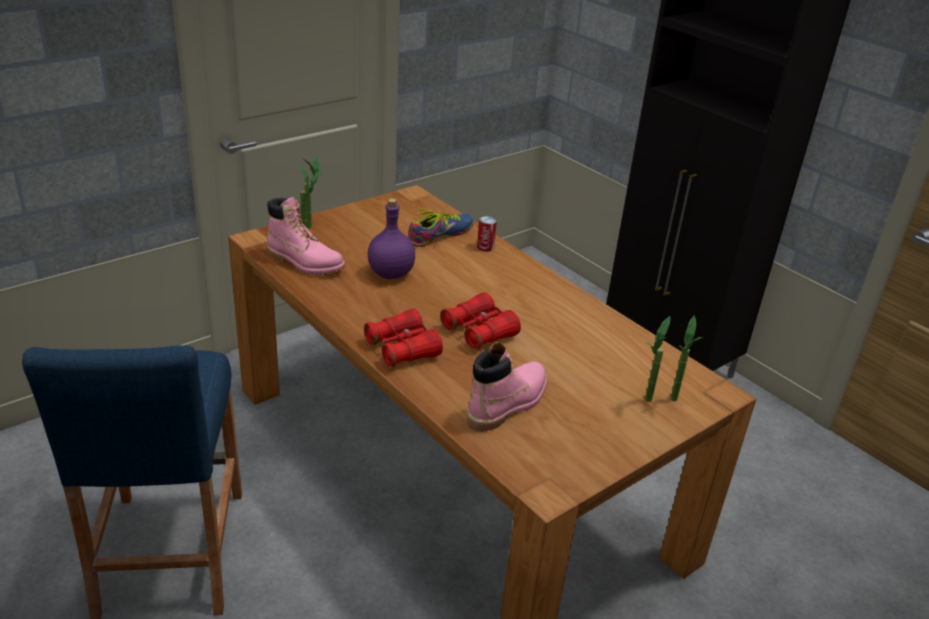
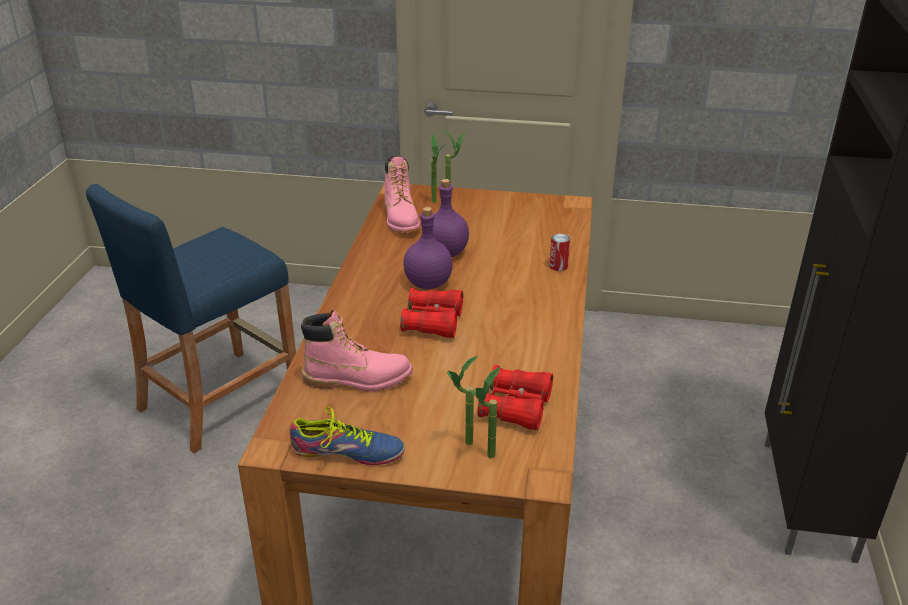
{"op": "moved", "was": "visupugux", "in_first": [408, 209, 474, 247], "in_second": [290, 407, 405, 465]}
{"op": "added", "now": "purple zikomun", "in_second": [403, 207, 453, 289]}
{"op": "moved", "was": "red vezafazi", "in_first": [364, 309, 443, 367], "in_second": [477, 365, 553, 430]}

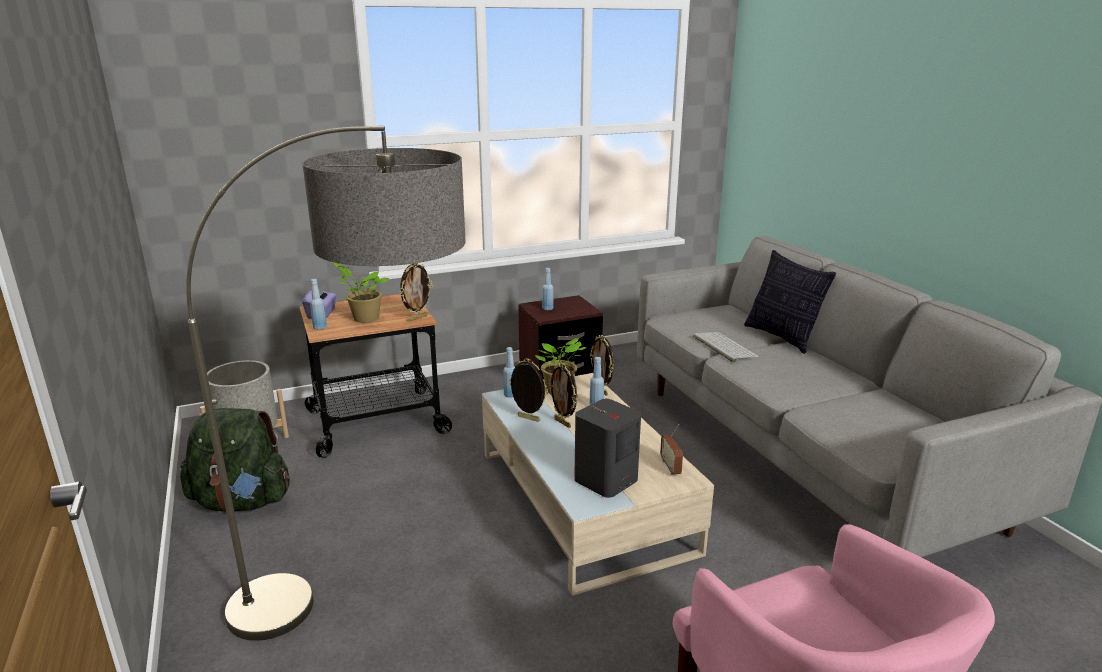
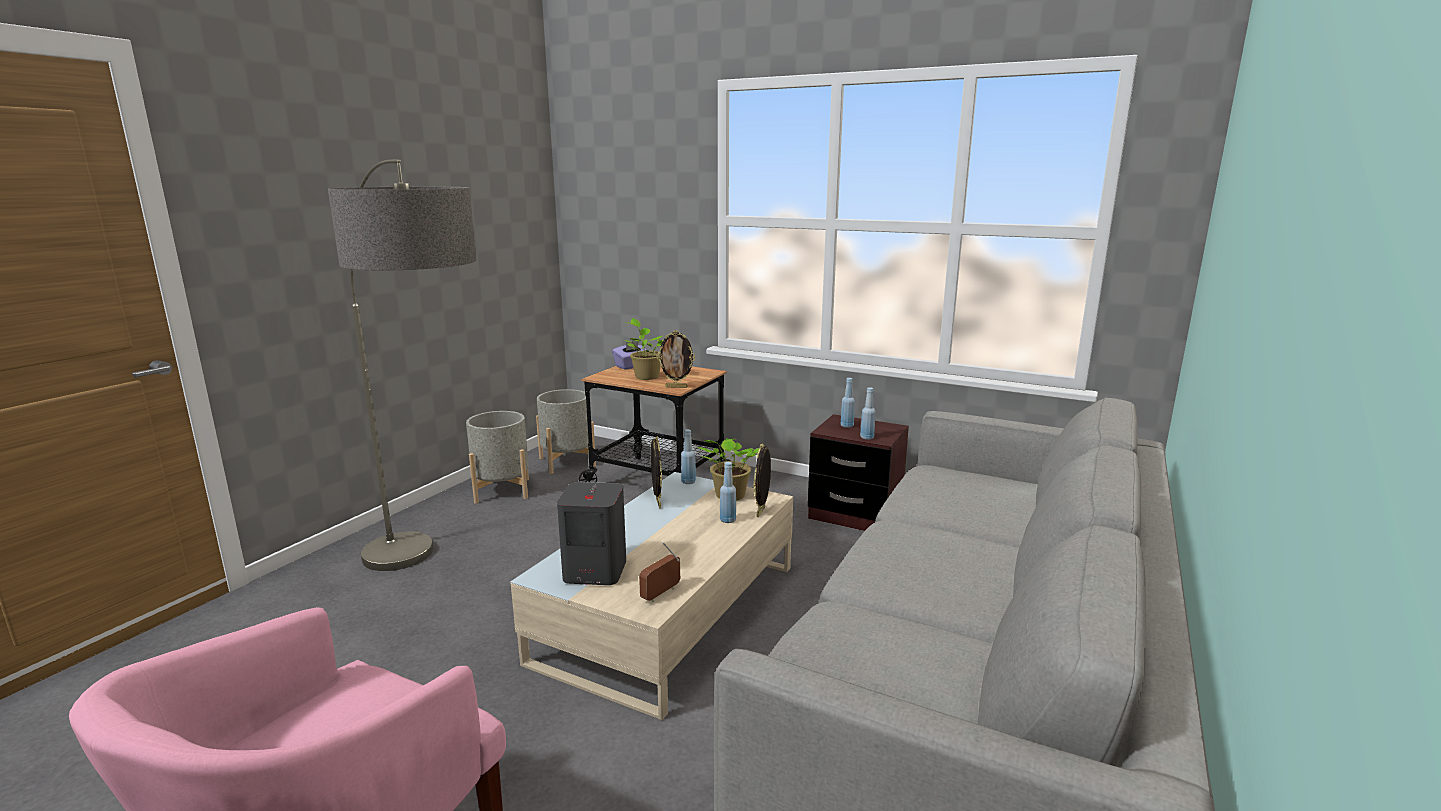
{"op": "replaced", "was": "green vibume", "now": "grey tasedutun", "in_first": [180, 408, 290, 511], "in_second": [466, 411, 529, 504]}
{"op": "moved", "was": "blue zikomun", "in_first": [310, 279, 327, 330], "in_second": [860, 387, 876, 440]}
{"op": "removed", "was": "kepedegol", "in_first": [548, 363, 577, 428]}
{"op": "removed", "was": "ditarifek", "in_first": [693, 332, 759, 362]}
{"op": "removed", "was": "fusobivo", "in_first": [744, 250, 836, 354]}

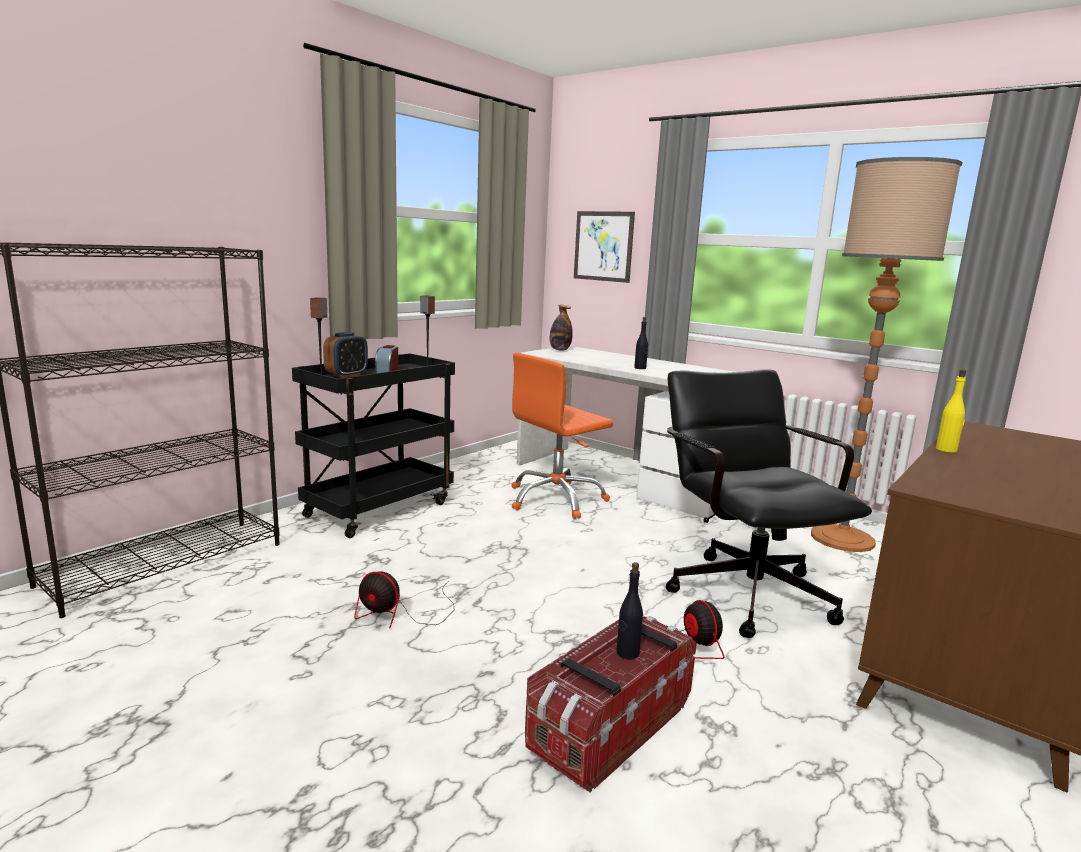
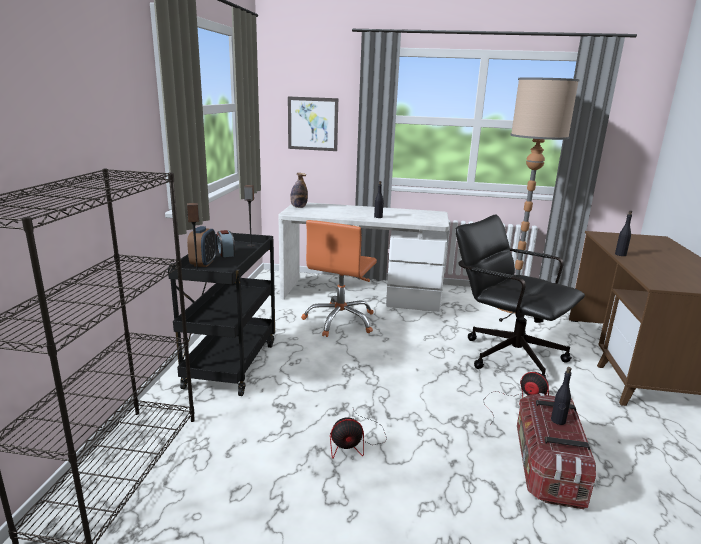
{"op": "recoloured", "was": "yellow zikomun", "now": "black zikomun", "in_first": [936, 370, 966, 453], "in_second": [615, 210, 632, 256]}

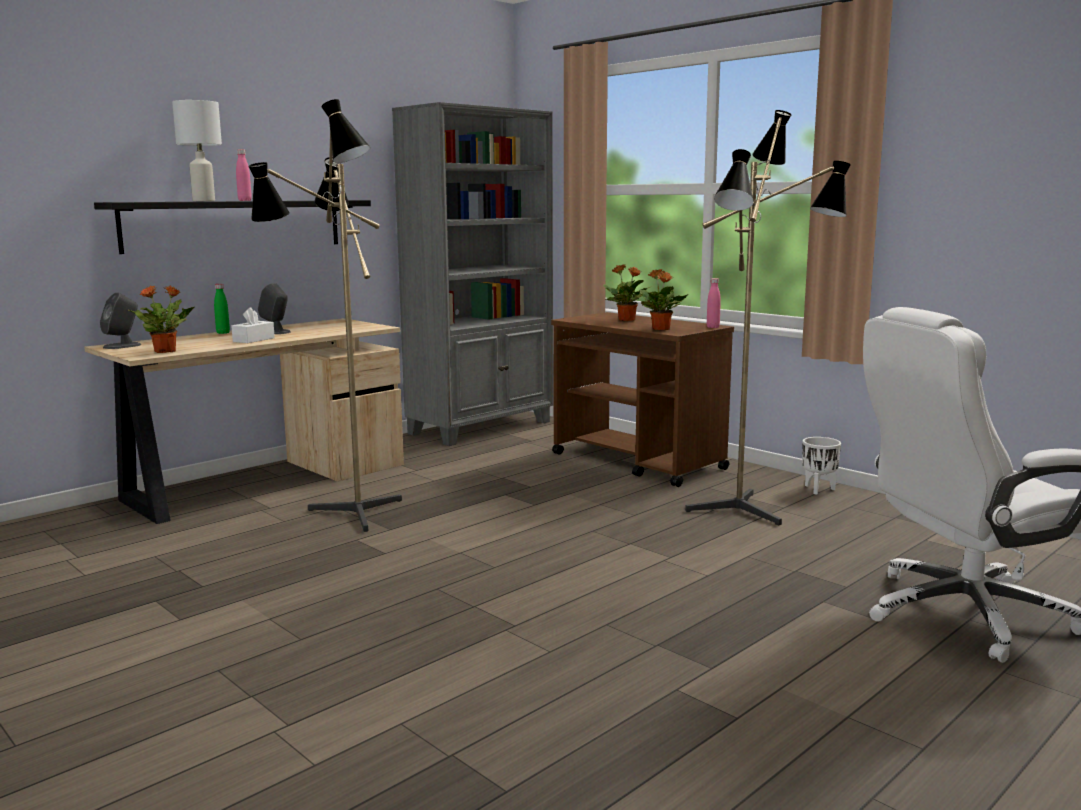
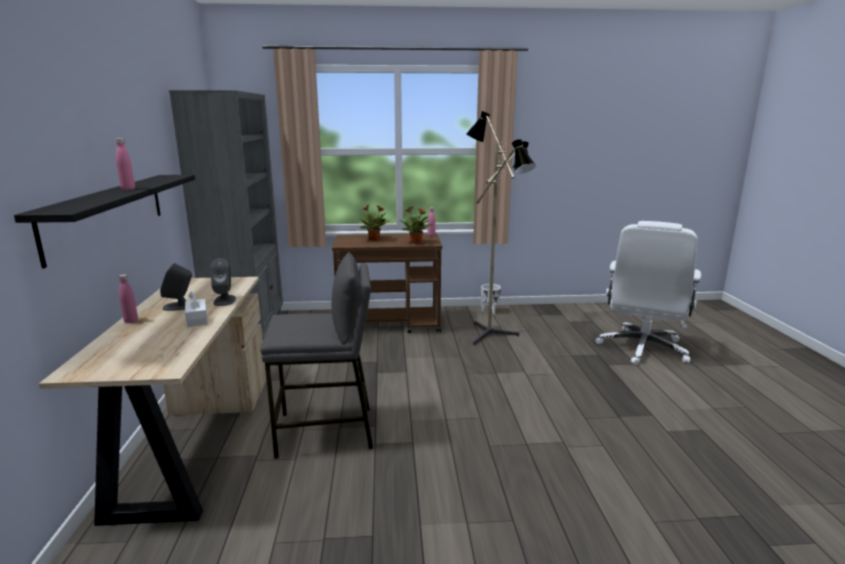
{"op": "recoloured", "was": "green zikomun", "now": "pink zikomun", "in_first": [214, 284, 230, 334], "in_second": [118, 274, 138, 323]}
{"op": "moved", "was": "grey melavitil", "in_first": [100, 292, 141, 349], "in_second": [211, 259, 236, 306]}
{"op": "replaced", "was": "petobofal", "now": "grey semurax", "in_first": [248, 99, 402, 532], "in_second": [260, 252, 373, 459]}
{"op": "removed", "was": "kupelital", "in_first": [128, 285, 195, 353]}
{"op": "removed", "was": "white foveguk", "in_first": [172, 100, 222, 201]}

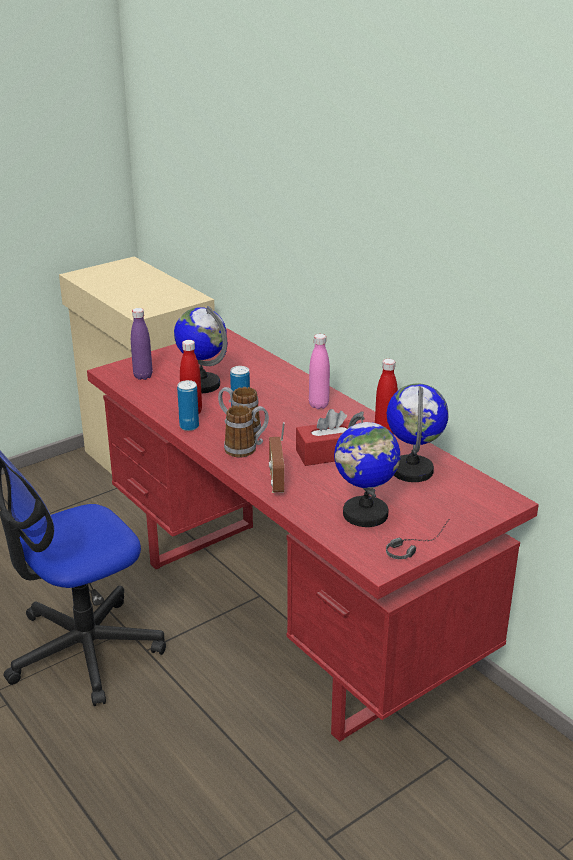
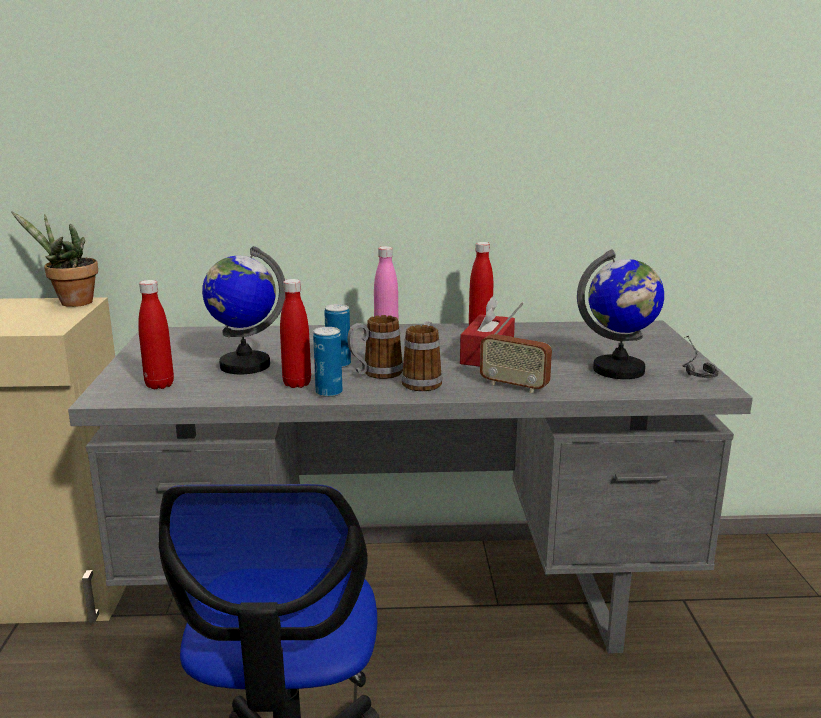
{"op": "added", "now": "kupelital", "in_second": [11, 211, 98, 307]}
{"op": "recoloured", "was": "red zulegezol", "now": "grey zulegezol", "in_first": [87, 328, 539, 742], "in_second": [68, 321, 753, 653]}
{"op": "recoloured", "was": "purple zikomun", "now": "red zikomun", "in_first": [131, 308, 153, 380], "in_second": [138, 280, 174, 389]}
{"op": "removed", "was": "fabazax", "in_first": [387, 383, 449, 482]}

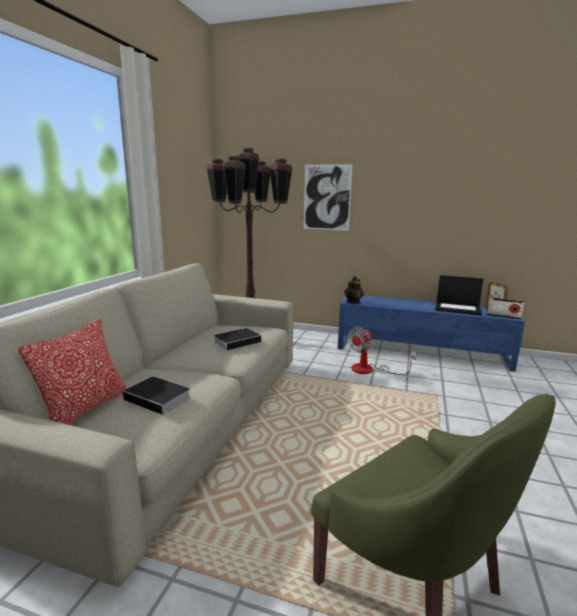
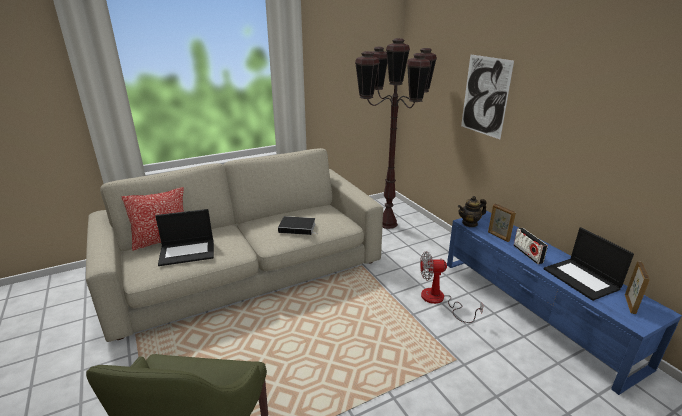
{"op": "replaced", "was": "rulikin", "now": "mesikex", "in_first": [123, 376, 191, 417], "in_second": [155, 209, 214, 266]}
{"op": "added", "now": "kepedegol", "in_second": [488, 203, 516, 242]}
{"op": "moved", "was": "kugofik", "in_first": [487, 297, 525, 320], "in_second": [514, 228, 548, 264]}

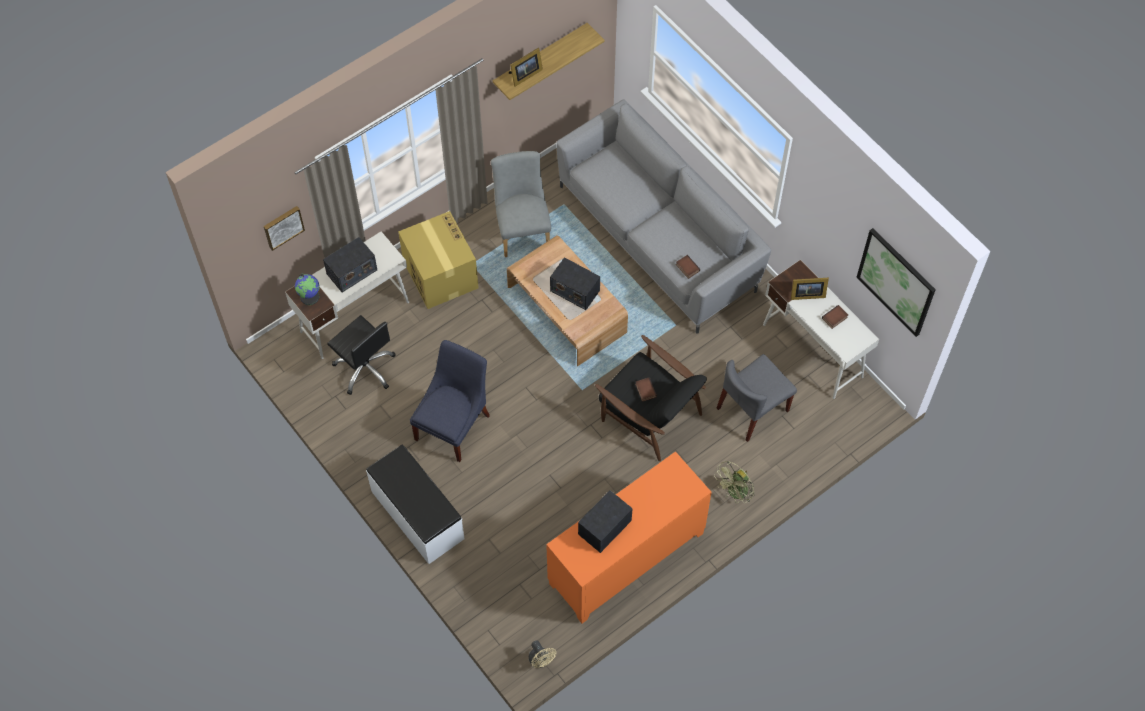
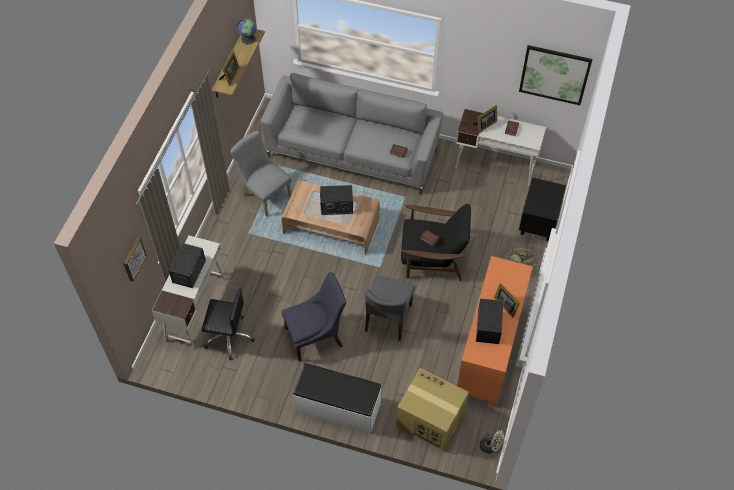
{"op": "moved", "was": "fabazax", "in_first": [295, 274, 320, 305], "in_second": [238, 19, 256, 44]}
{"op": "turned", "was": "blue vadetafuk", "in_first": [410, 340, 490, 462], "in_second": [282, 272, 346, 361], "clockwise": 75}
{"op": "moved", "was": "grey vadetafuk", "in_first": [717, 354, 797, 442], "in_second": [365, 275, 415, 341]}
{"op": "moved", "was": "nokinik", "in_first": [398, 211, 479, 309], "in_second": [396, 368, 469, 451]}
{"op": "added", "now": "kepedegol", "in_second": [494, 283, 520, 318]}
{"op": "added", "now": "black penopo", "in_second": [519, 177, 566, 241]}

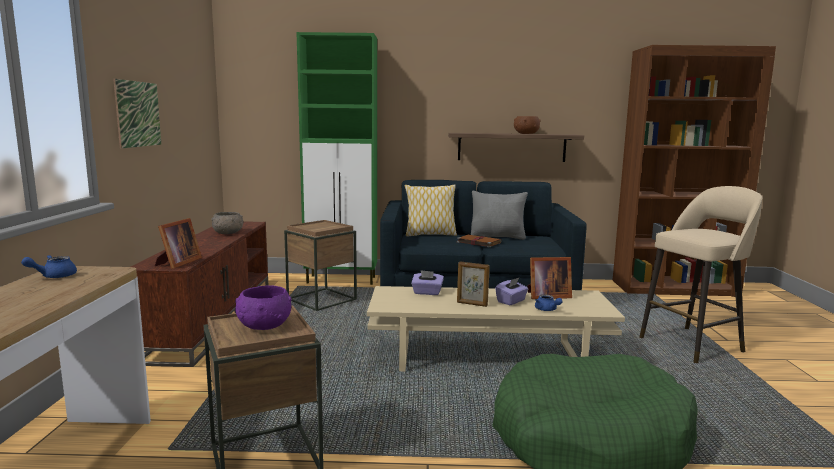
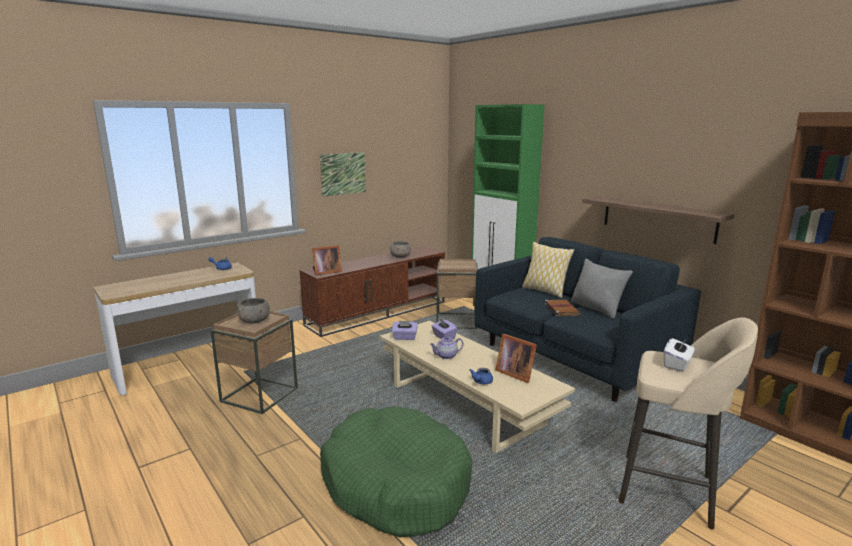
{"op": "recoloured", "was": "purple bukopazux", "now": "grey bukopazux", "in_first": [235, 286, 292, 330], "in_second": [237, 298, 271, 324]}
{"op": "moved", "was": "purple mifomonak", "in_first": [495, 277, 528, 305], "in_second": [392, 321, 418, 340]}
{"op": "replaced", "was": "kepedegol", "now": "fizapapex", "in_first": [457, 261, 490, 307], "in_second": [430, 336, 464, 359]}
{"op": "added", "now": "white mifomonak", "in_second": [664, 338, 695, 372]}
{"op": "removed", "was": "brown bukopazux", "in_first": [514, 116, 541, 134]}

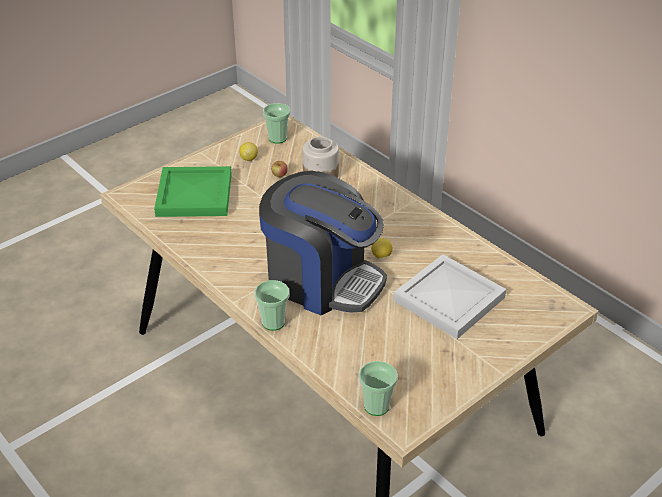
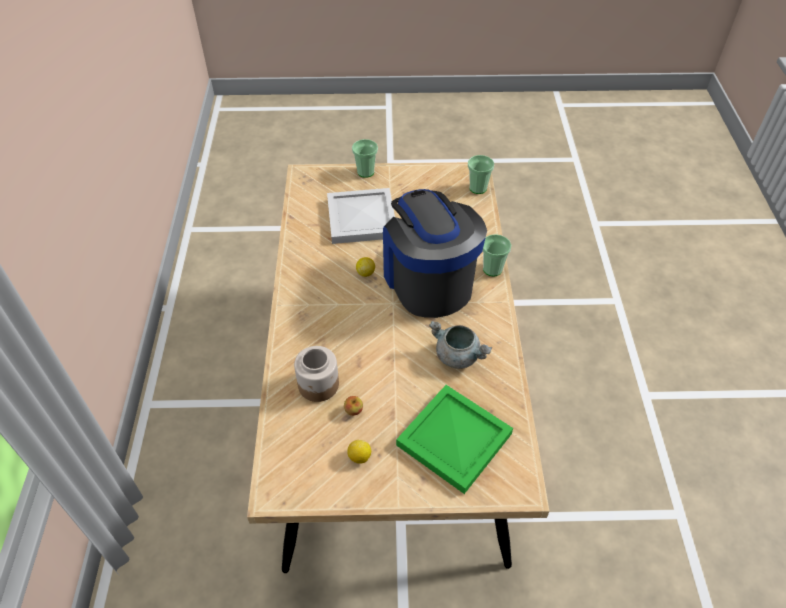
{"op": "moved", "was": "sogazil", "in_first": [263, 103, 290, 144], "in_second": [352, 139, 378, 178]}
{"op": "added", "now": "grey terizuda", "in_second": [429, 321, 492, 369]}

